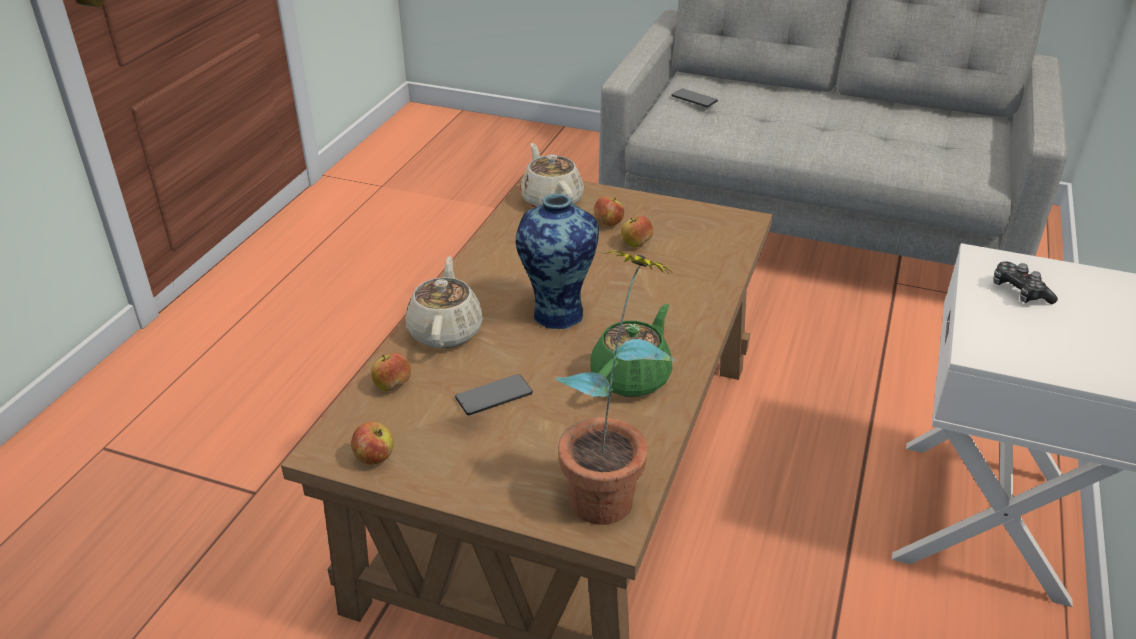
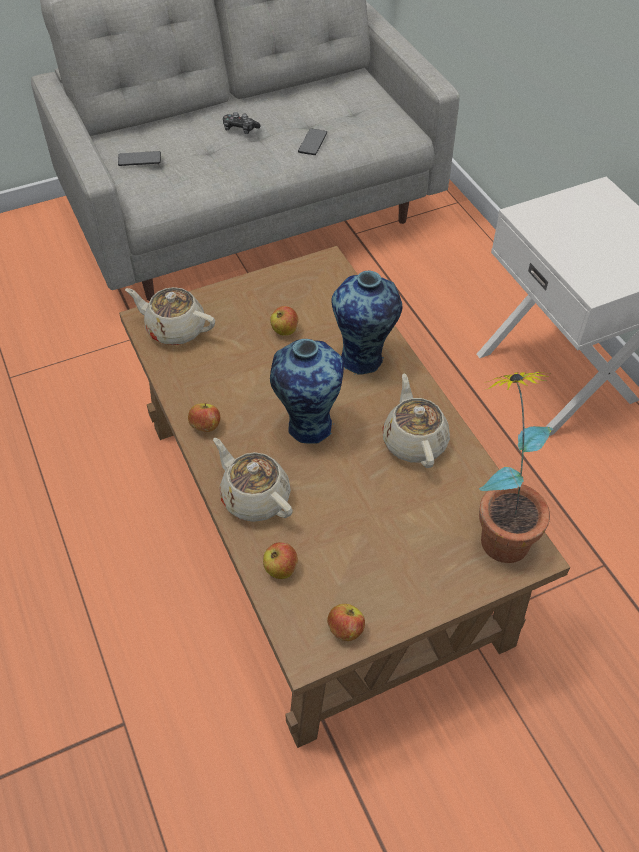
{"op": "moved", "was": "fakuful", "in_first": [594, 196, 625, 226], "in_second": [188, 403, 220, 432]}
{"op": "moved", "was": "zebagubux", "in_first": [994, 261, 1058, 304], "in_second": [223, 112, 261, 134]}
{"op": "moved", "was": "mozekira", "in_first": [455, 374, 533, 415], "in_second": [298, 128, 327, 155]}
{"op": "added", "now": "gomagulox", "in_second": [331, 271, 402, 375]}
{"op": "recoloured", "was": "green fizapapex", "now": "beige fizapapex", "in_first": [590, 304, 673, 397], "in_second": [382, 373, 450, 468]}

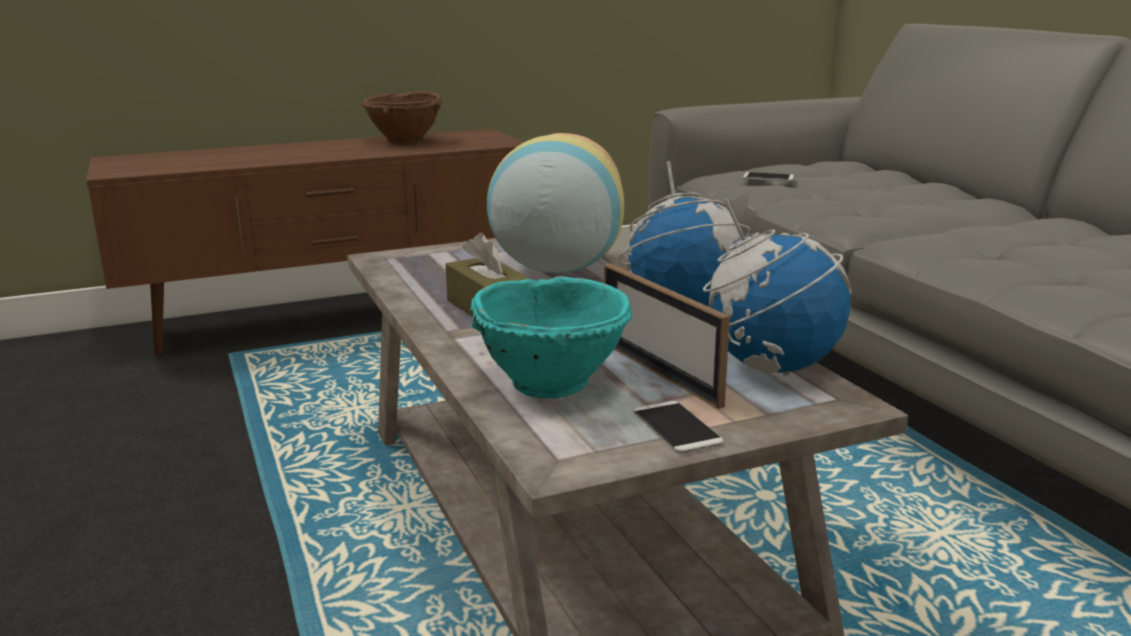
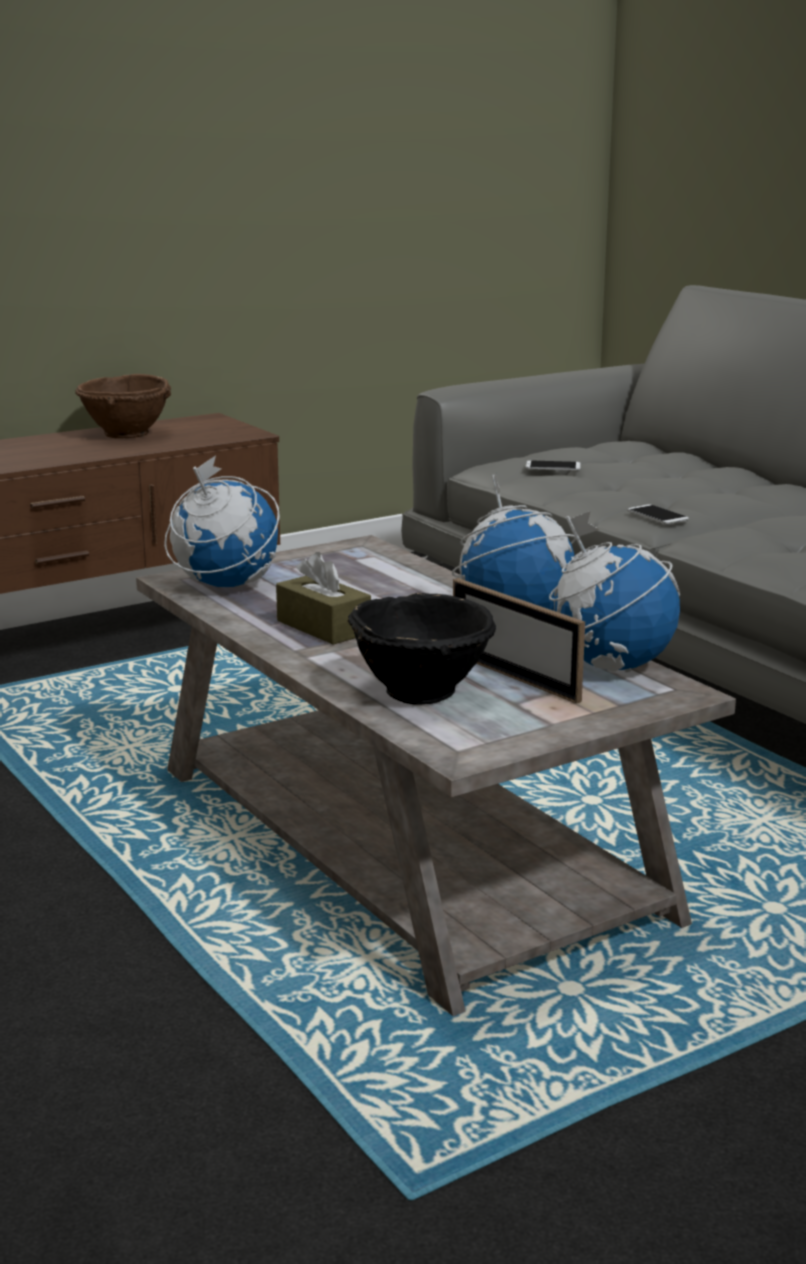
{"op": "added", "now": "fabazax", "in_second": [164, 455, 280, 587]}
{"op": "recoloured", "was": "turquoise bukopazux", "now": "black bukopazux", "in_first": [470, 276, 632, 398], "in_second": [348, 593, 496, 705]}
{"op": "moved", "was": "mozekira", "in_first": [633, 401, 724, 453], "in_second": [628, 504, 689, 524]}
{"op": "removed", "was": "gomagulox", "in_first": [487, 133, 624, 273]}

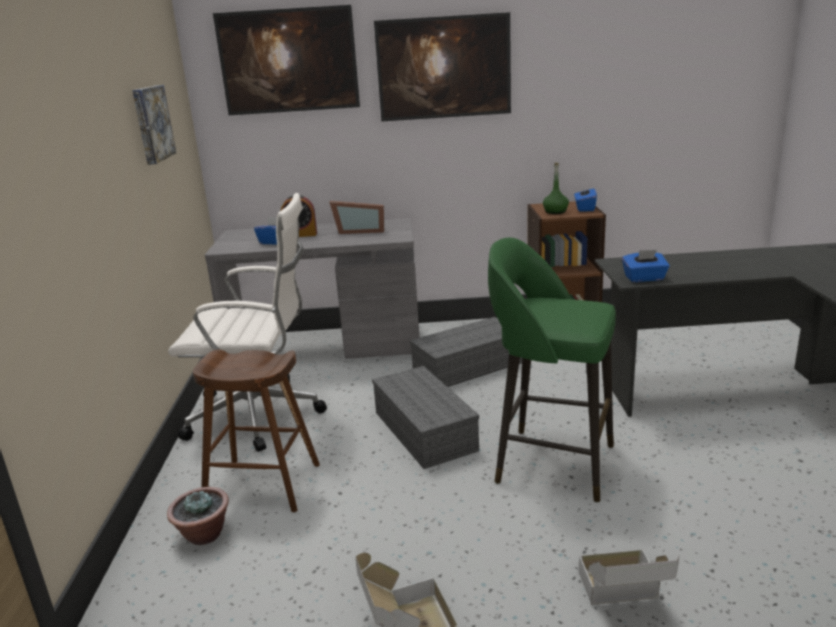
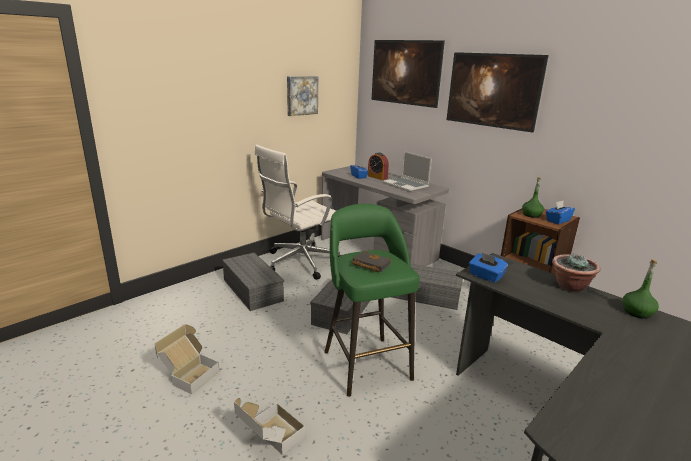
{"op": "replaced", "was": "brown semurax", "now": "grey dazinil", "in_first": [193, 349, 320, 512], "in_second": [222, 253, 284, 311]}
{"op": "turned", "was": "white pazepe", "in_first": [168, 193, 327, 452], "in_second": [254, 144, 341, 280], "clockwise": 90}
{"op": "added", "now": "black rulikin", "in_second": [352, 251, 391, 272]}
{"op": "replaced", "was": "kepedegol", "now": "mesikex", "in_first": [329, 201, 384, 234], "in_second": [383, 151, 432, 192]}
{"op": "moved", "was": "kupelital", "in_first": [167, 487, 229, 545], "in_second": [552, 253, 601, 293]}
{"op": "added", "now": "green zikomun", "in_second": [623, 259, 659, 319]}

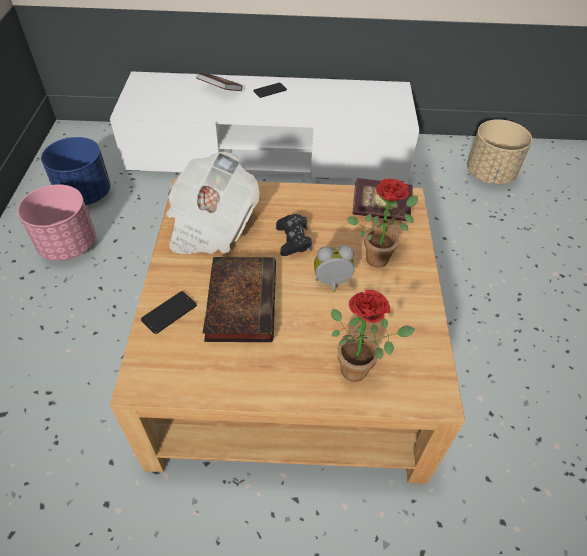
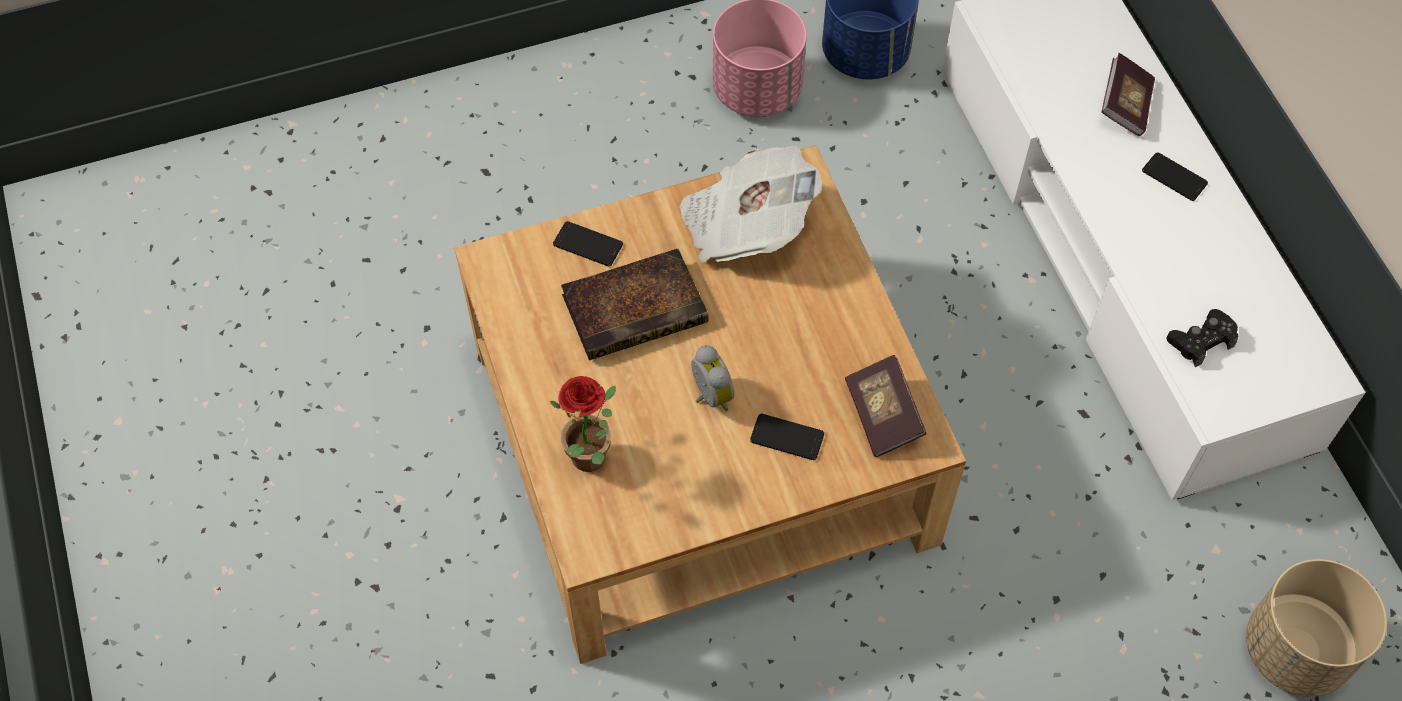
{"op": "replaced", "was": "kupelital", "now": "mozekira", "in_first": [347, 179, 418, 268], "in_second": [750, 414, 824, 460]}
{"op": "moved", "was": "black zebagubux", "in_first": [276, 214, 312, 256], "in_second": [1166, 309, 1238, 367]}

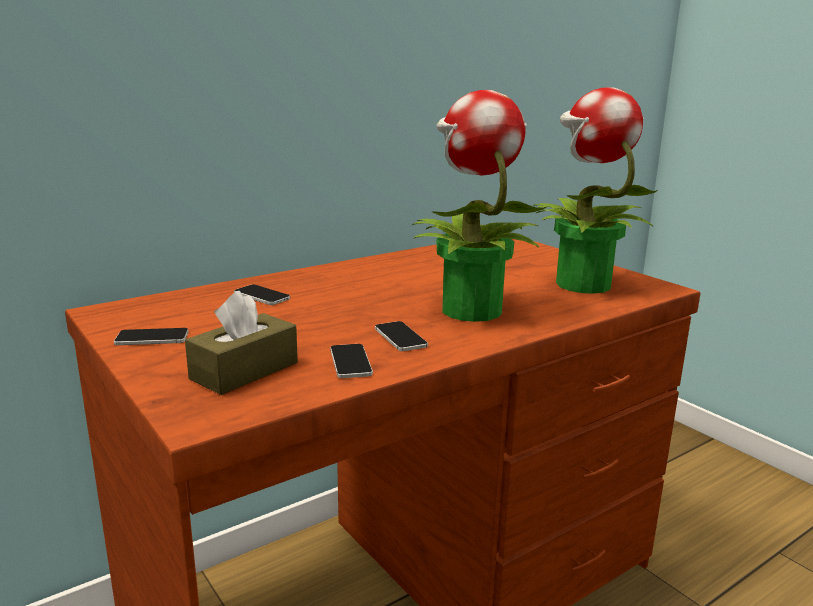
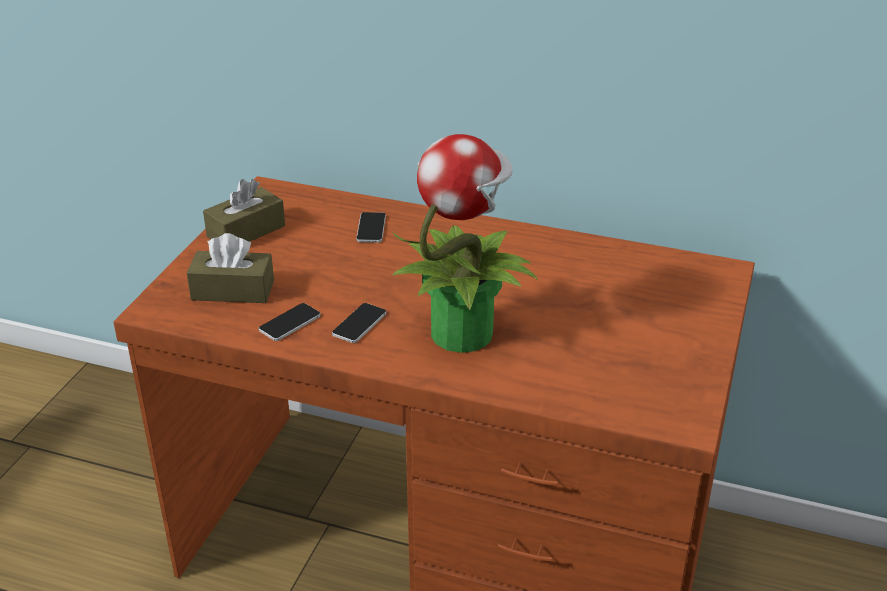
{"op": "replaced", "was": "mozekira", "now": "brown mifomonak", "in_first": [114, 328, 188, 345], "in_second": [203, 179, 285, 242]}
{"op": "removed", "was": "kupelital", "in_first": [533, 87, 658, 294]}

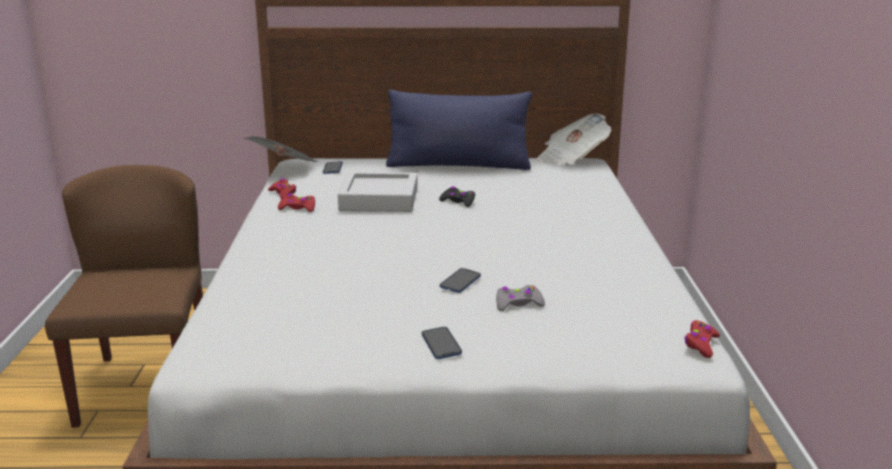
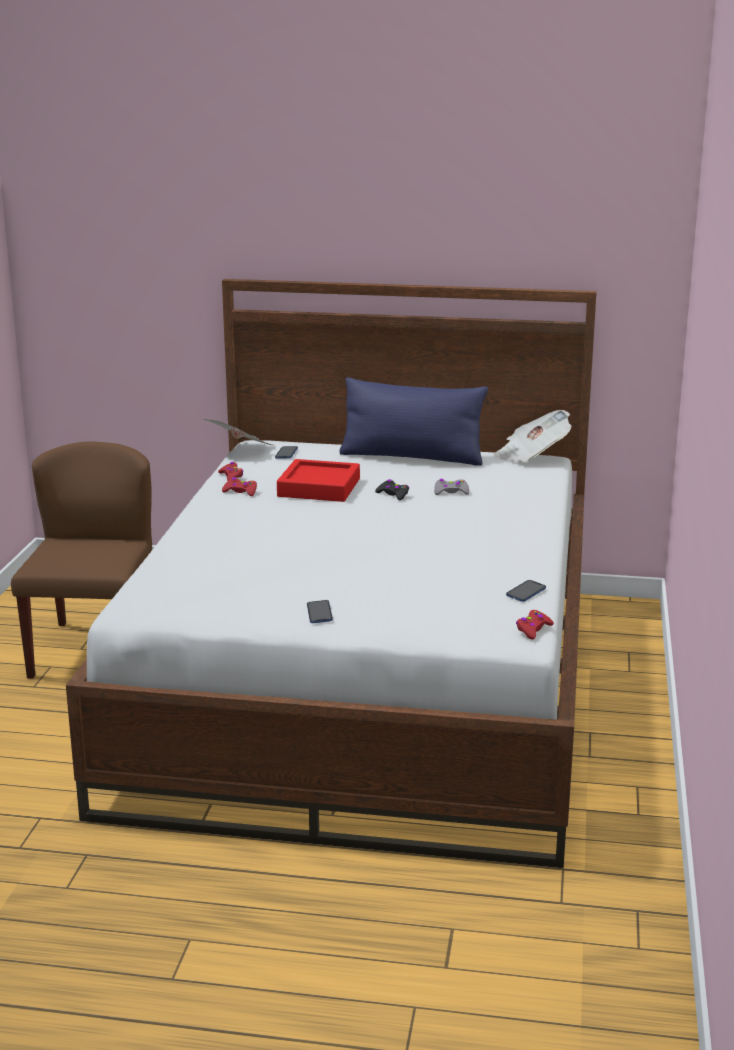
{"op": "recoloured", "was": "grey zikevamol", "now": "red zikevamol", "in_first": [338, 172, 418, 212], "in_second": [277, 459, 360, 502]}
{"op": "moved", "was": "grey zebagubux", "in_first": [496, 285, 545, 311], "in_second": [434, 479, 470, 495]}
{"op": "moved", "was": "mozekira", "in_first": [440, 268, 481, 293], "in_second": [506, 580, 546, 602]}

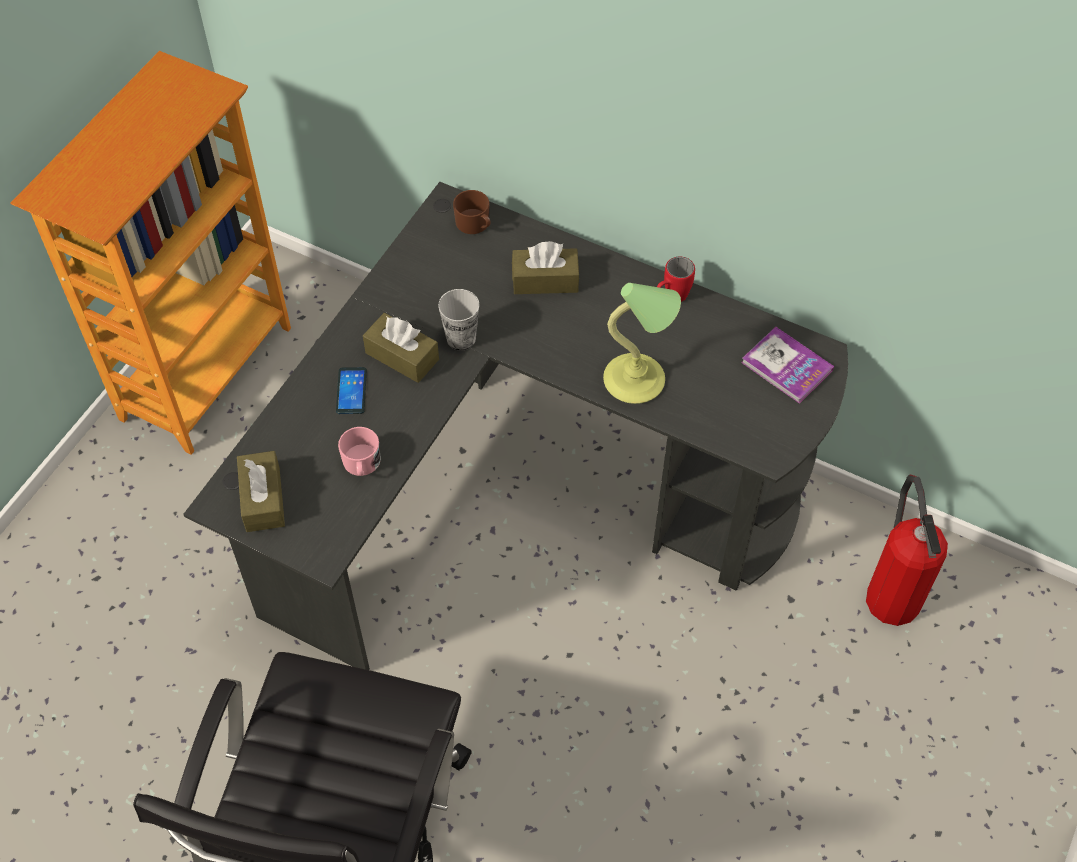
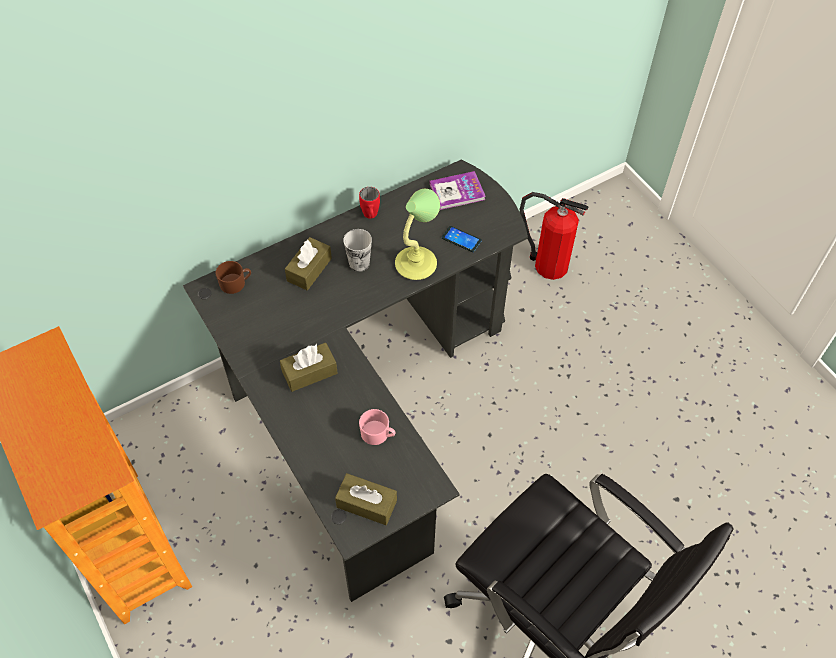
{"op": "moved", "was": "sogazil", "in_first": [438, 289, 479, 351], "in_second": [343, 229, 372, 272]}
{"op": "moved", "was": "mozekira", "in_first": [336, 367, 367, 414], "in_second": [442, 226, 482, 252]}

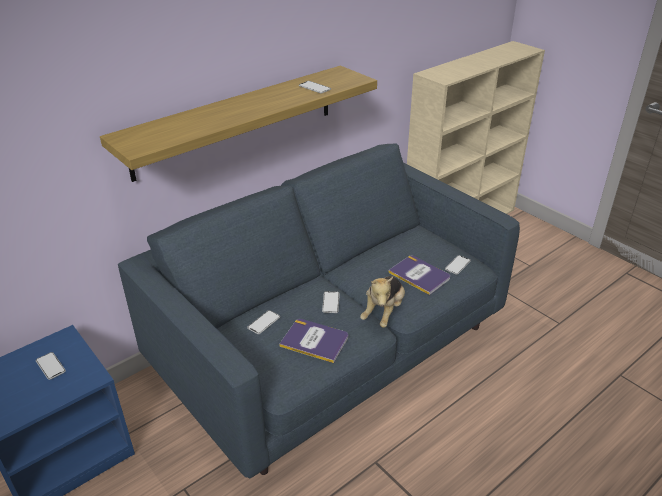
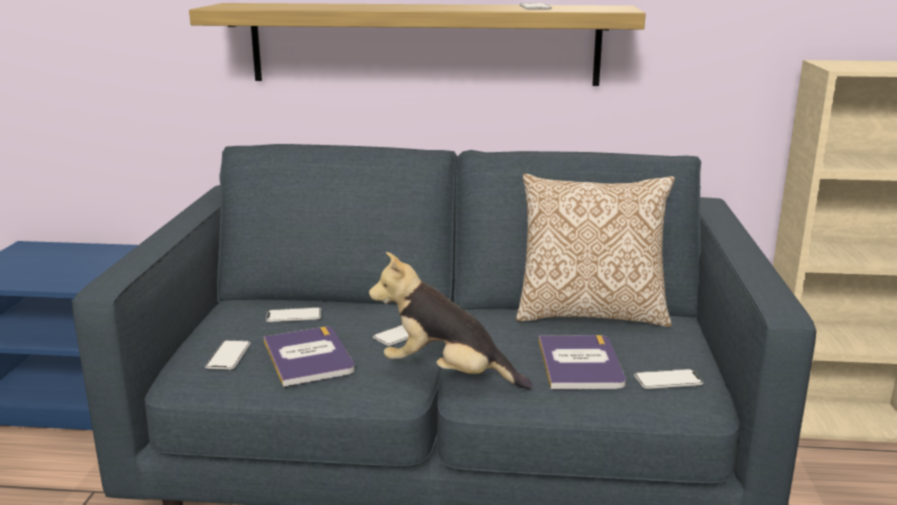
{"op": "moved", "was": "mozekira", "in_first": [36, 352, 66, 380], "in_second": [205, 340, 251, 370]}
{"op": "turned", "was": "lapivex", "in_first": [360, 276, 405, 328], "in_second": [369, 252, 533, 389], "clockwise": 45}
{"op": "added", "now": "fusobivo", "in_second": [516, 174, 675, 327]}

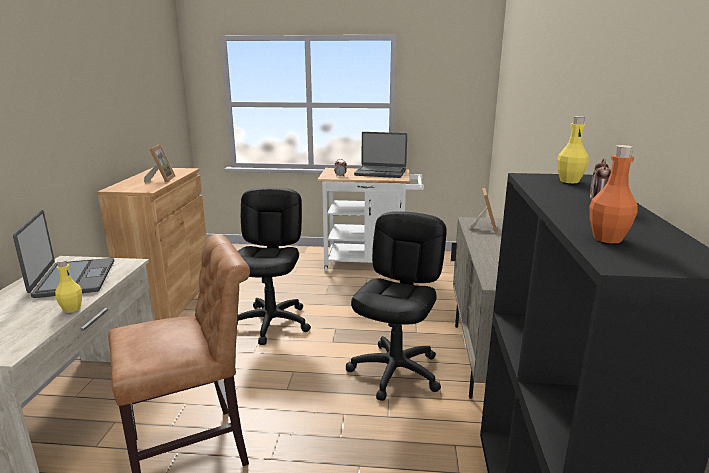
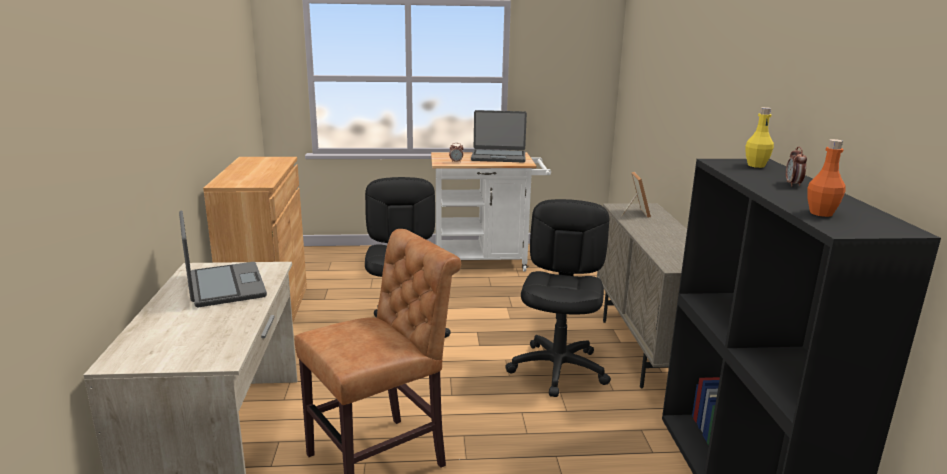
{"op": "removed", "was": "yellow zikomun", "in_first": [55, 259, 82, 313]}
{"op": "removed", "was": "kepedegol", "in_first": [144, 144, 176, 183]}

